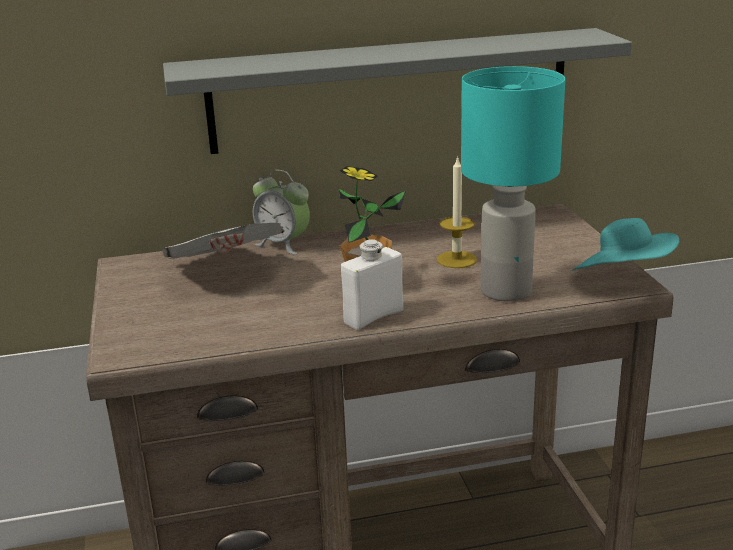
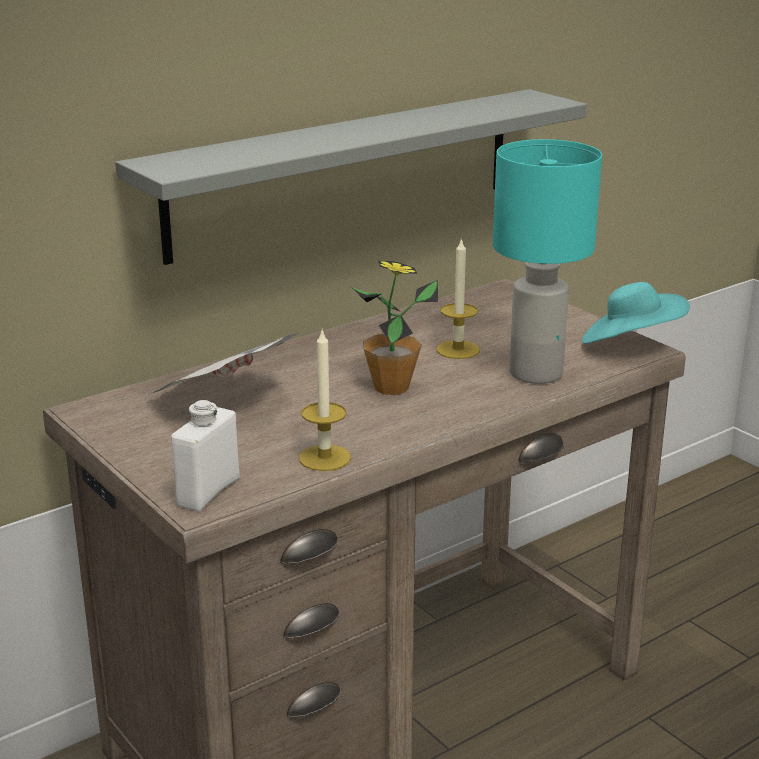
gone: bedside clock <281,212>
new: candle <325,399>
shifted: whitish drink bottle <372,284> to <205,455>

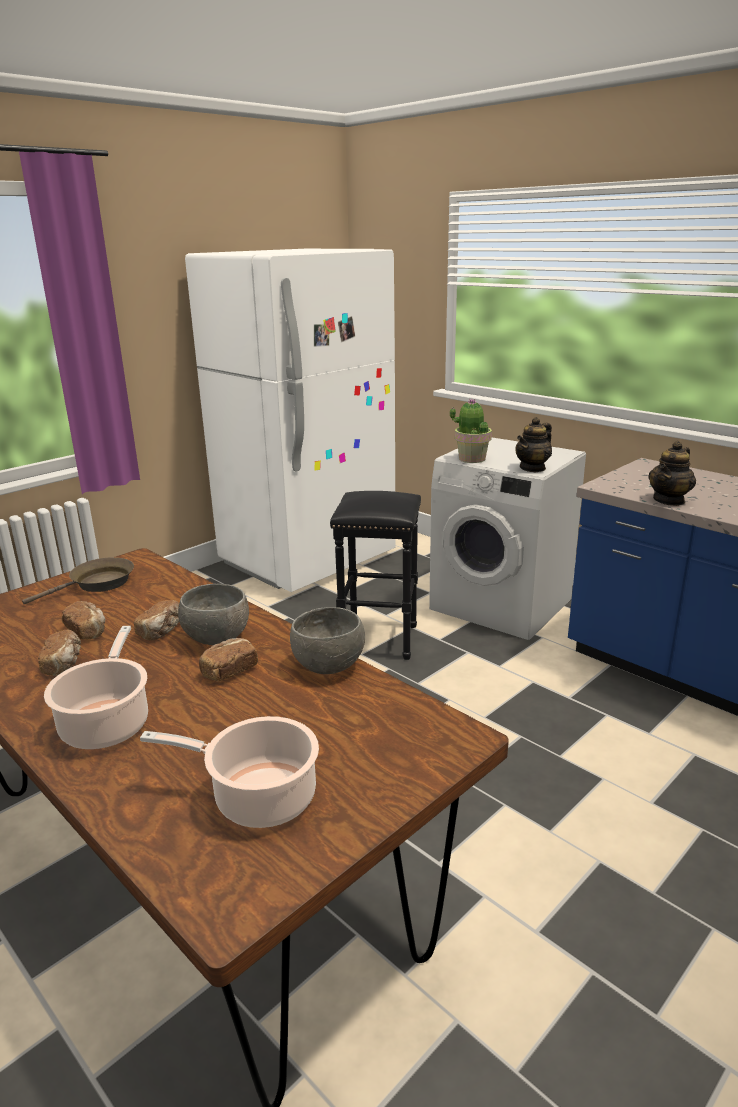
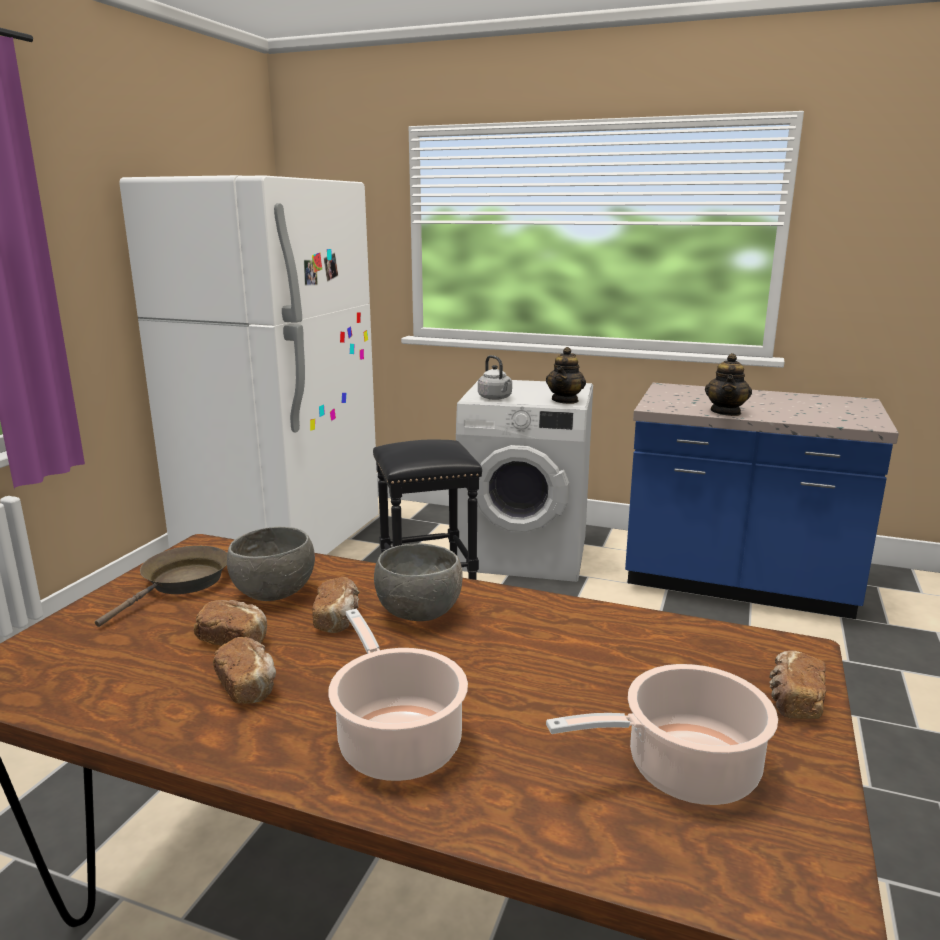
shifted: bakery bread <228,659> to <797,685>; gray bowl <327,640> to <271,564>
swapped: potted plant <471,430> to gray water kettle <495,377>

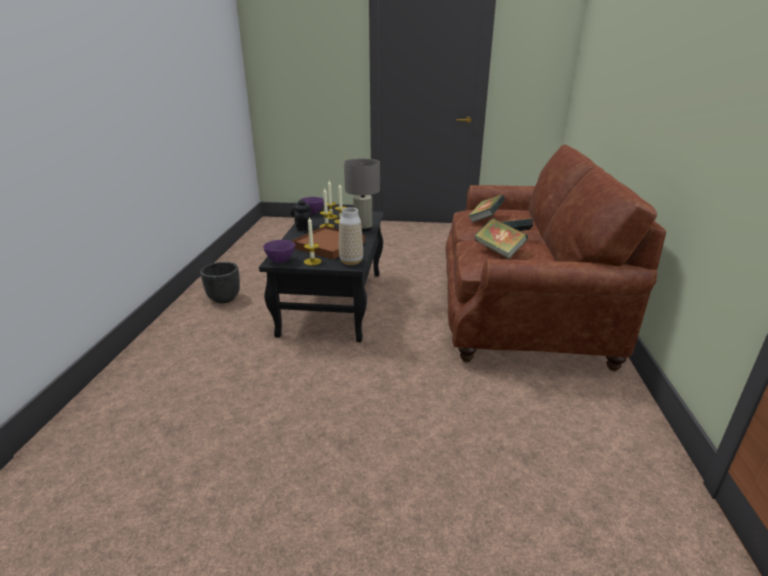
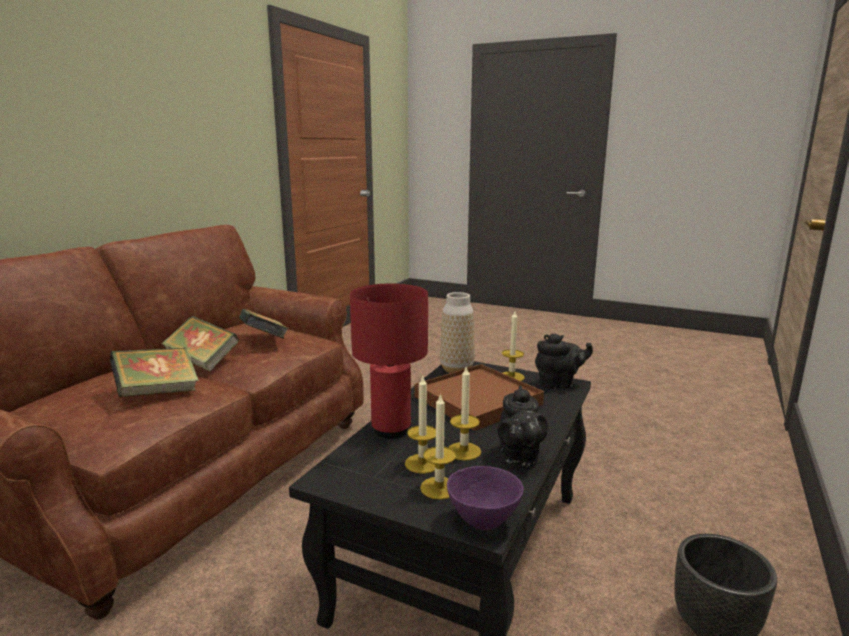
swapped: purplish bowl <279,251> to black-coloured tea pot <564,361>
repainted: gray lamp for a table <362,195> to red-coloured lamp for a table <389,361>

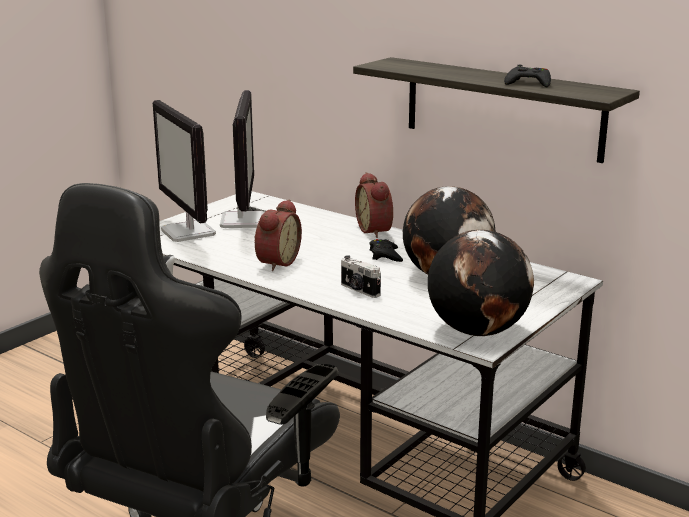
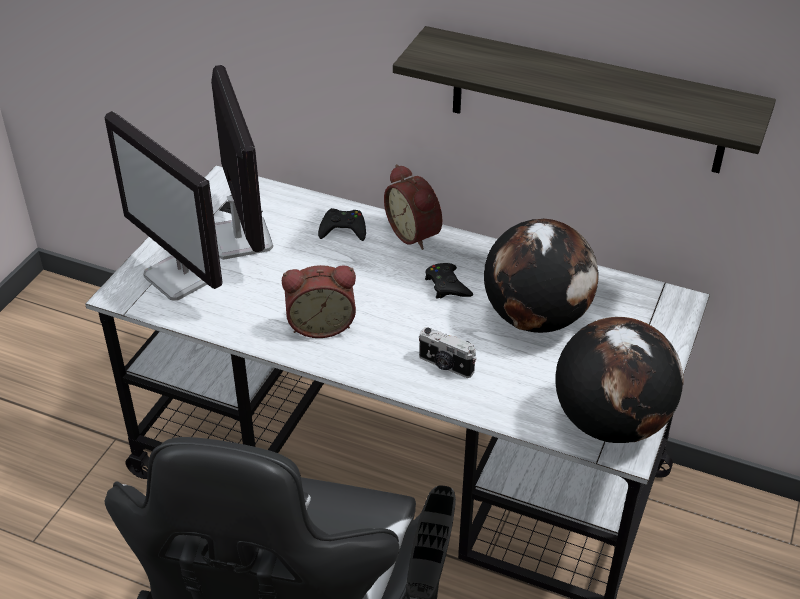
shifted: black-coloured game controller <527,76> to <342,224>
rotated: bedside clock <278,235> = <319,301> 75 degrees clockwise

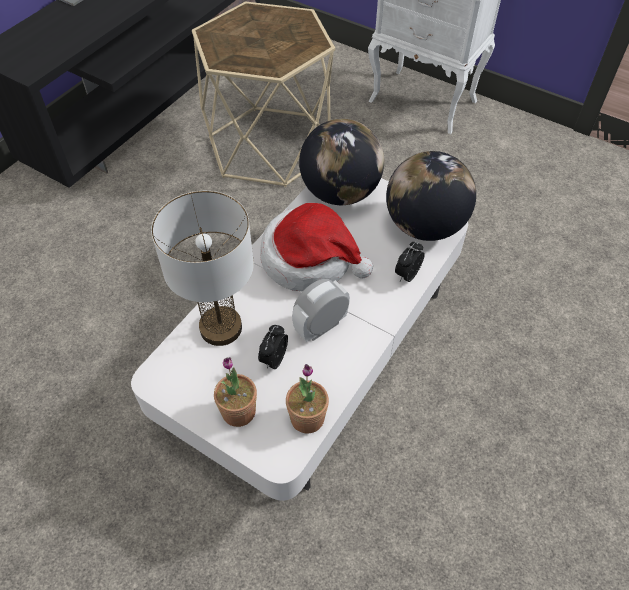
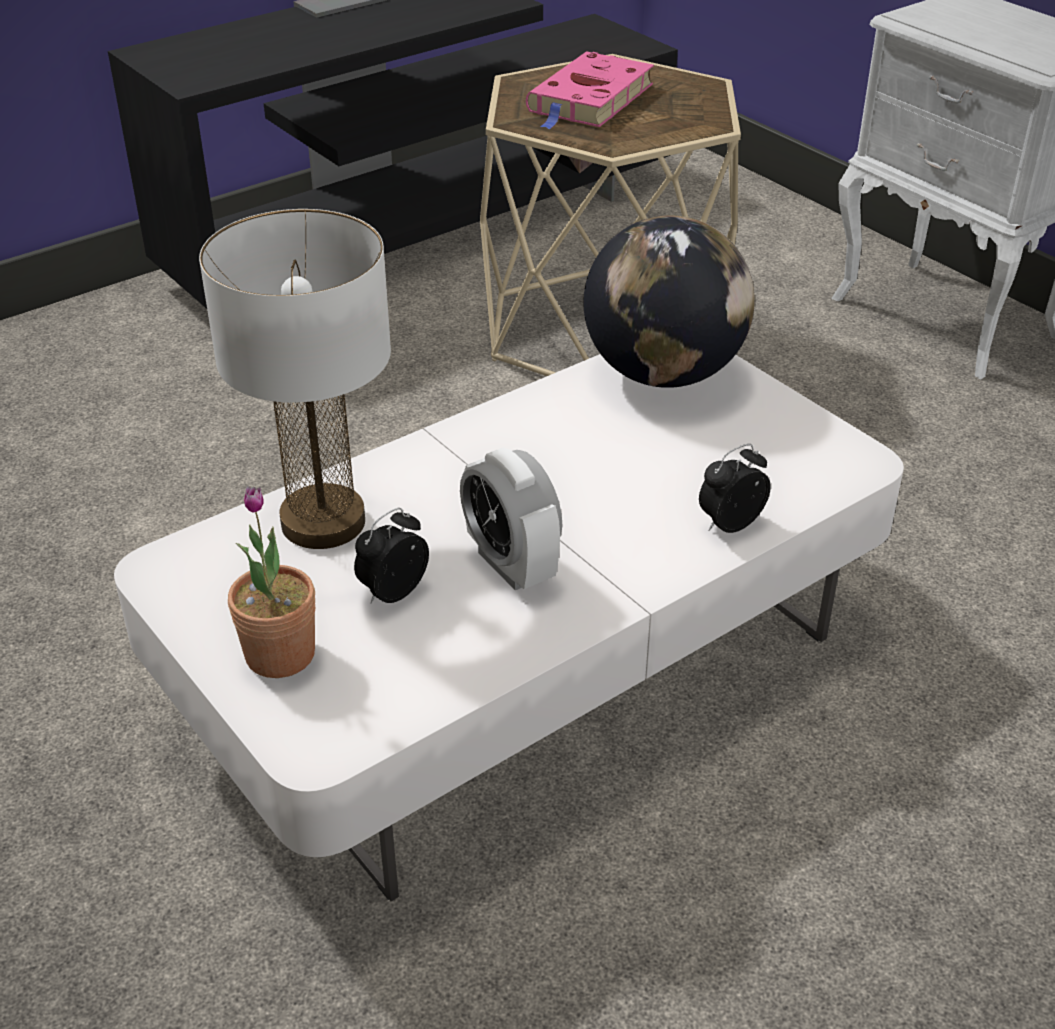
gone: hat <316,247>; potted plant <307,399>; globe <431,196>
new: pink bound book <590,90>
rotated: bedside clock <321,310> = <511,519> 105 degrees counterclockwise

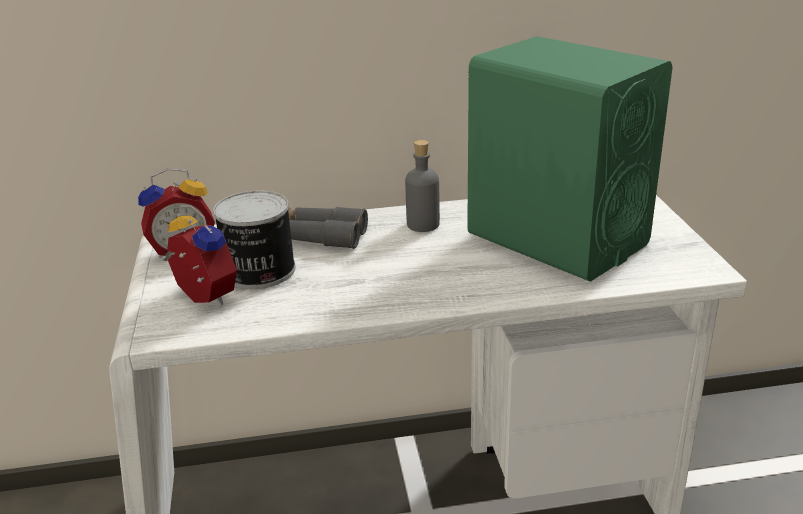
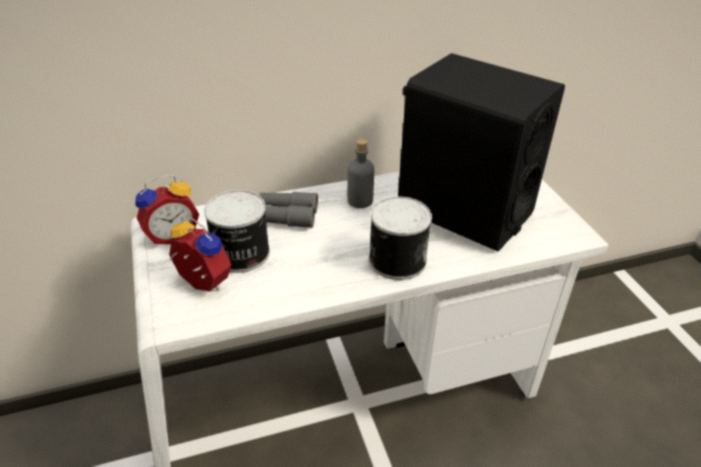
new: metal can <400,238>
repainted: green loudspeaker <570,158> to black-coloured loudspeaker <481,152>

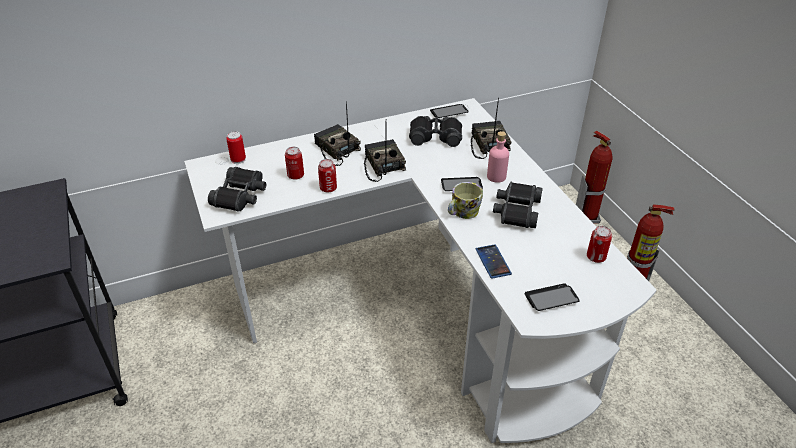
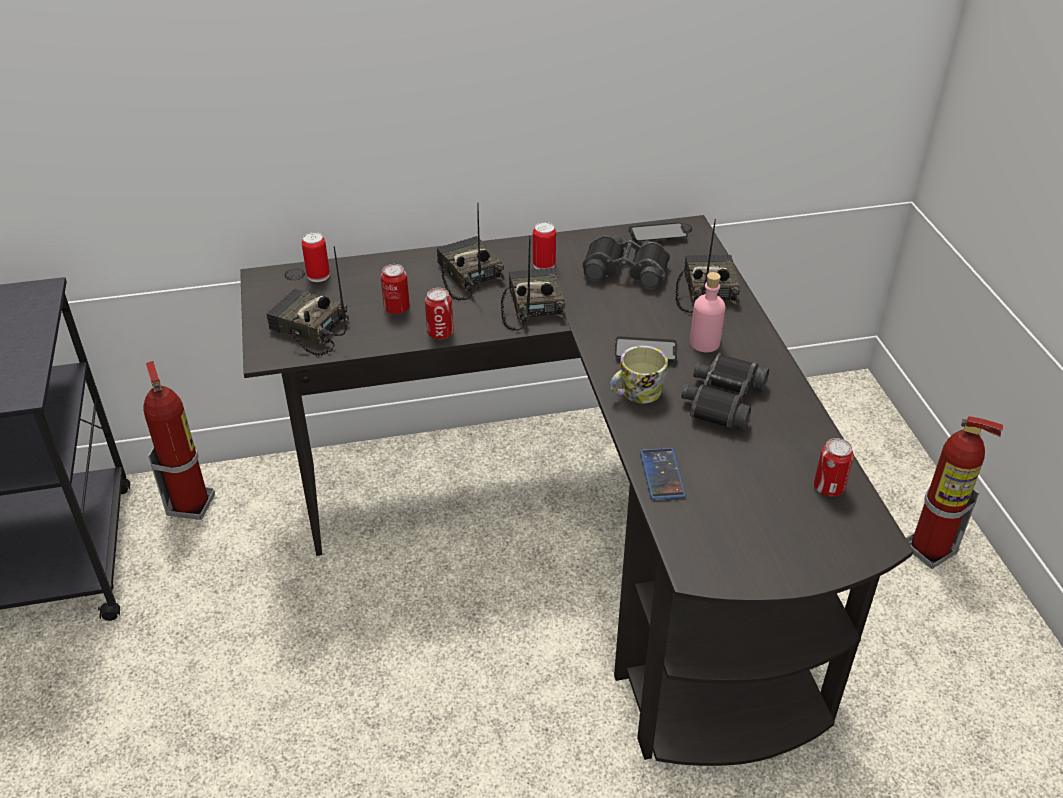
gone: phone <552,297>
new: metal can <544,245>
shifted: fire-fighting cylinder <594,177> to <179,440>
swapped: black-coloured field glasses <237,189> to radio <307,301>
repainted: whitish desk <420,270> to black-coloured desk <577,490>

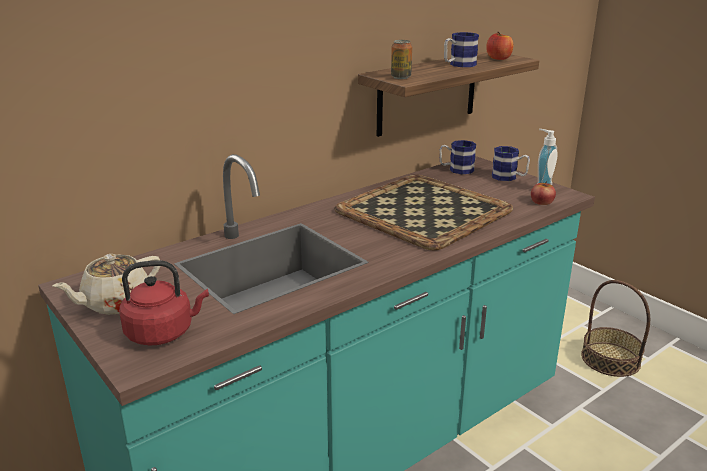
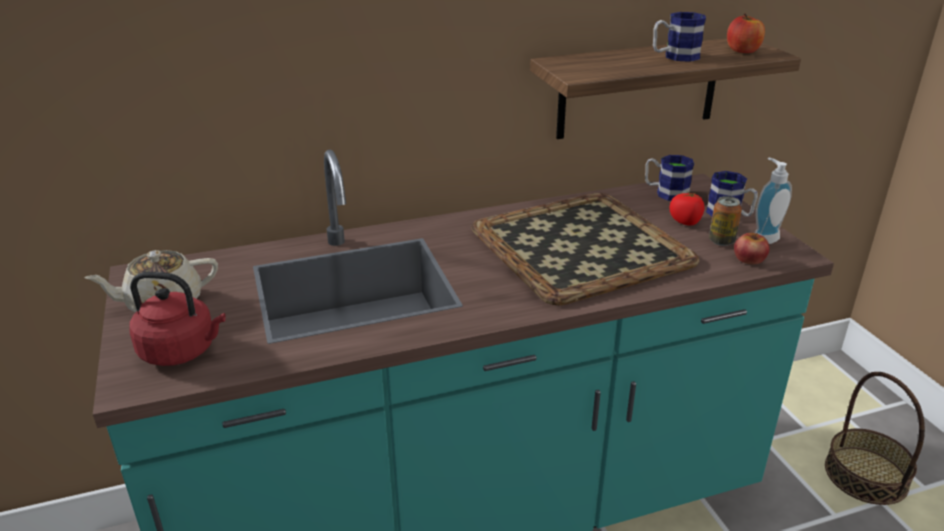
new: tomato <686,208>
shifted: metal can <401,59> to <725,221>

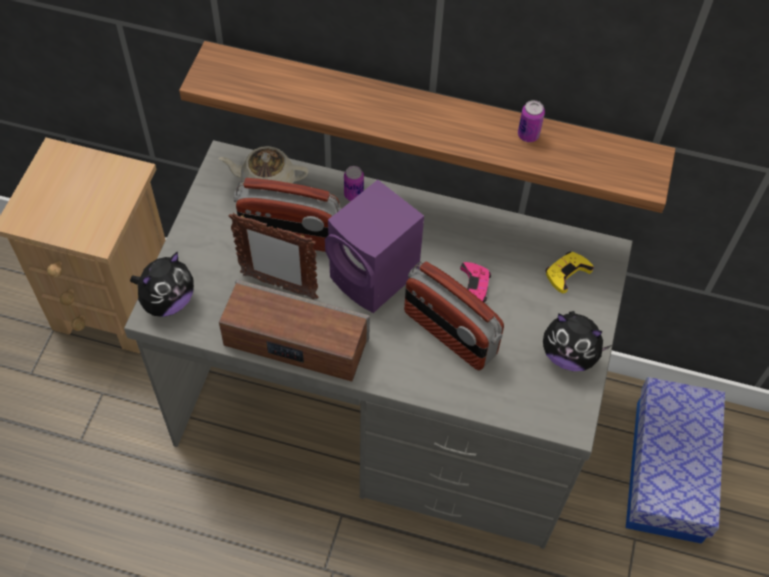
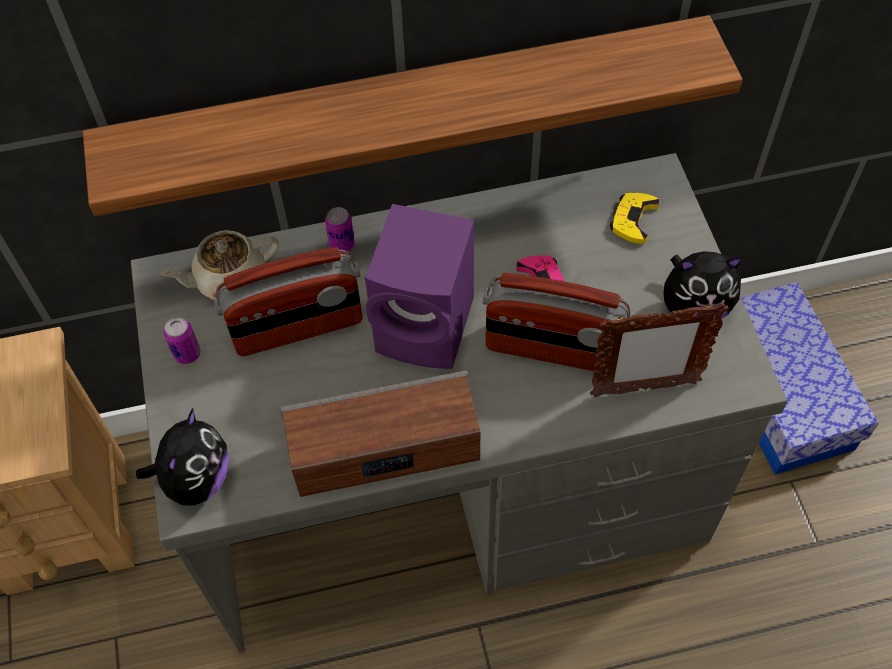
shifted: picture frame <273,256> to <659,350>; metal can <531,121> to <182,340>

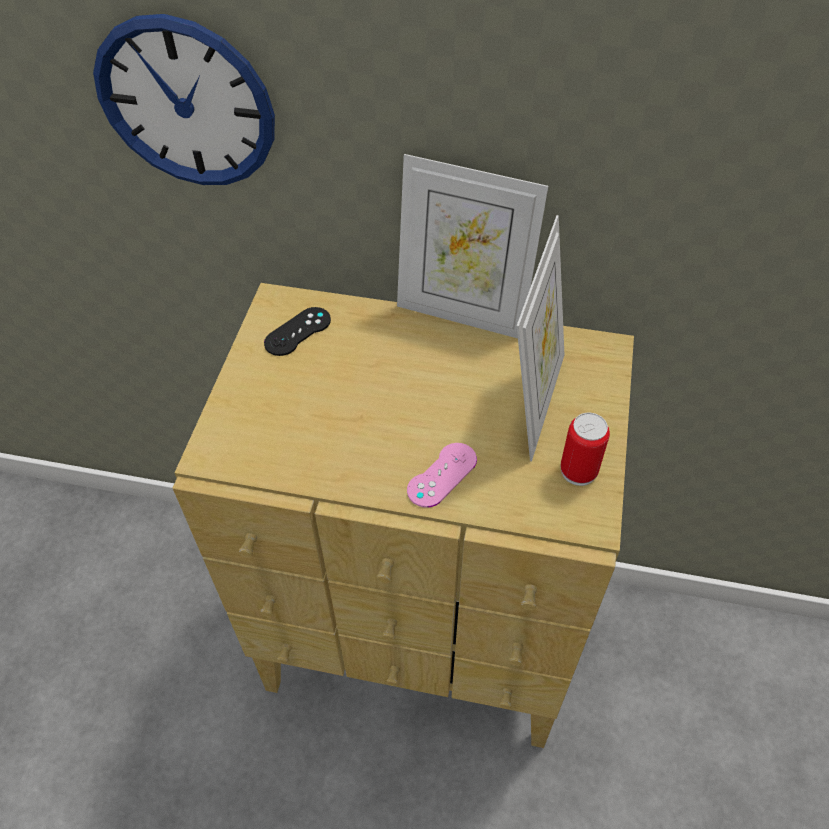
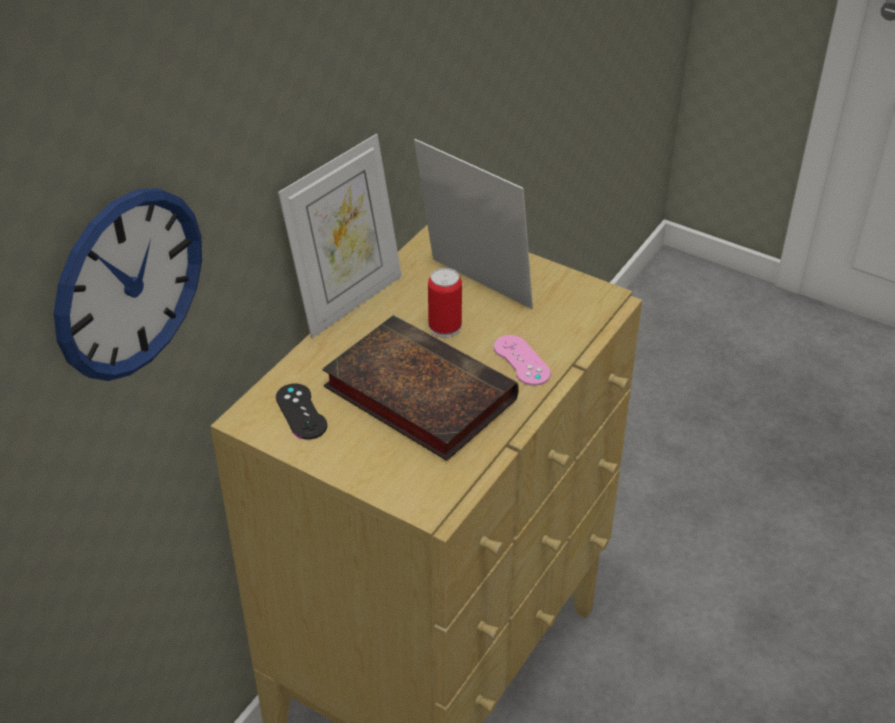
new: bound book <420,388>
shifted: metal can <585,449> to <445,303>

